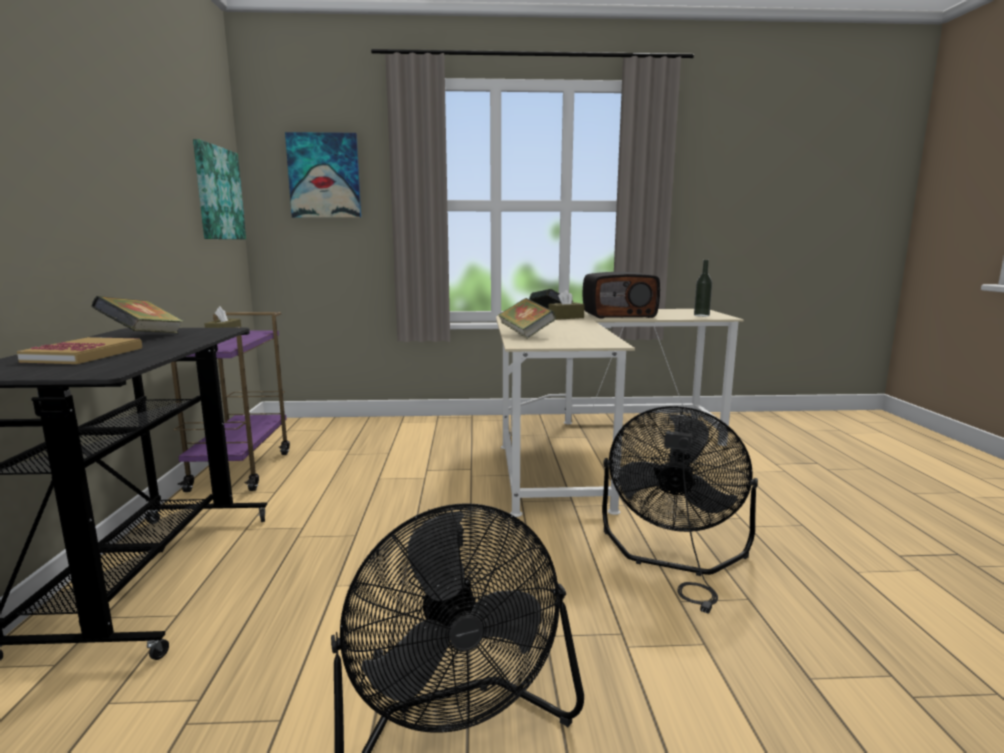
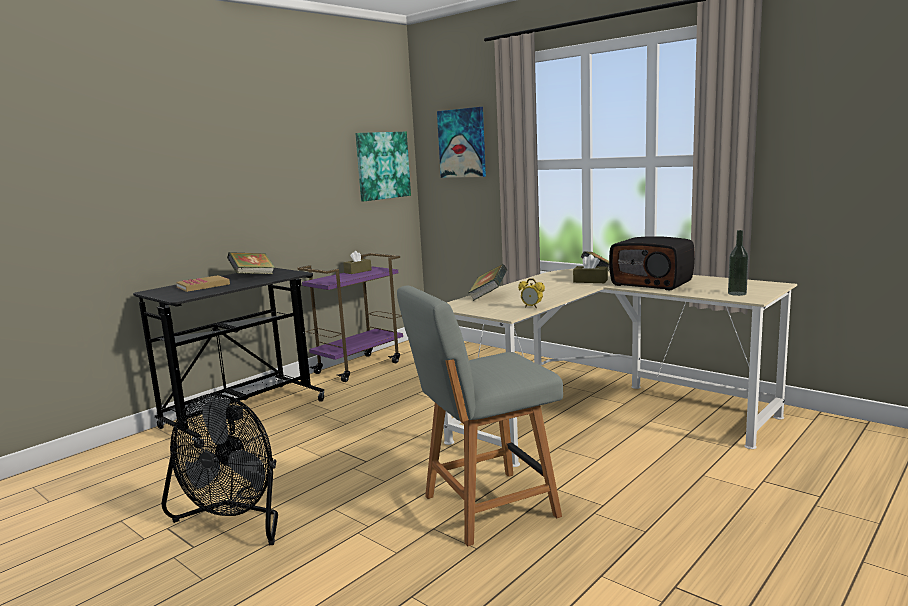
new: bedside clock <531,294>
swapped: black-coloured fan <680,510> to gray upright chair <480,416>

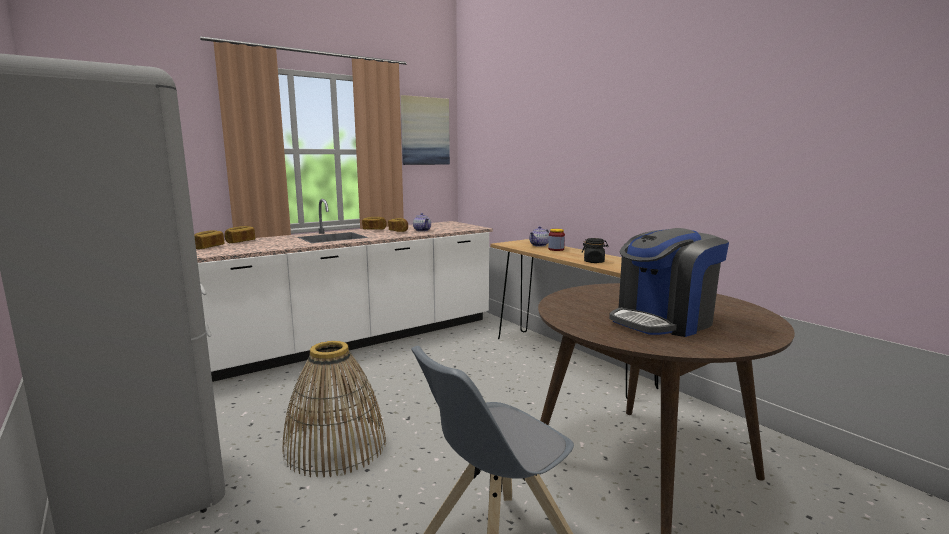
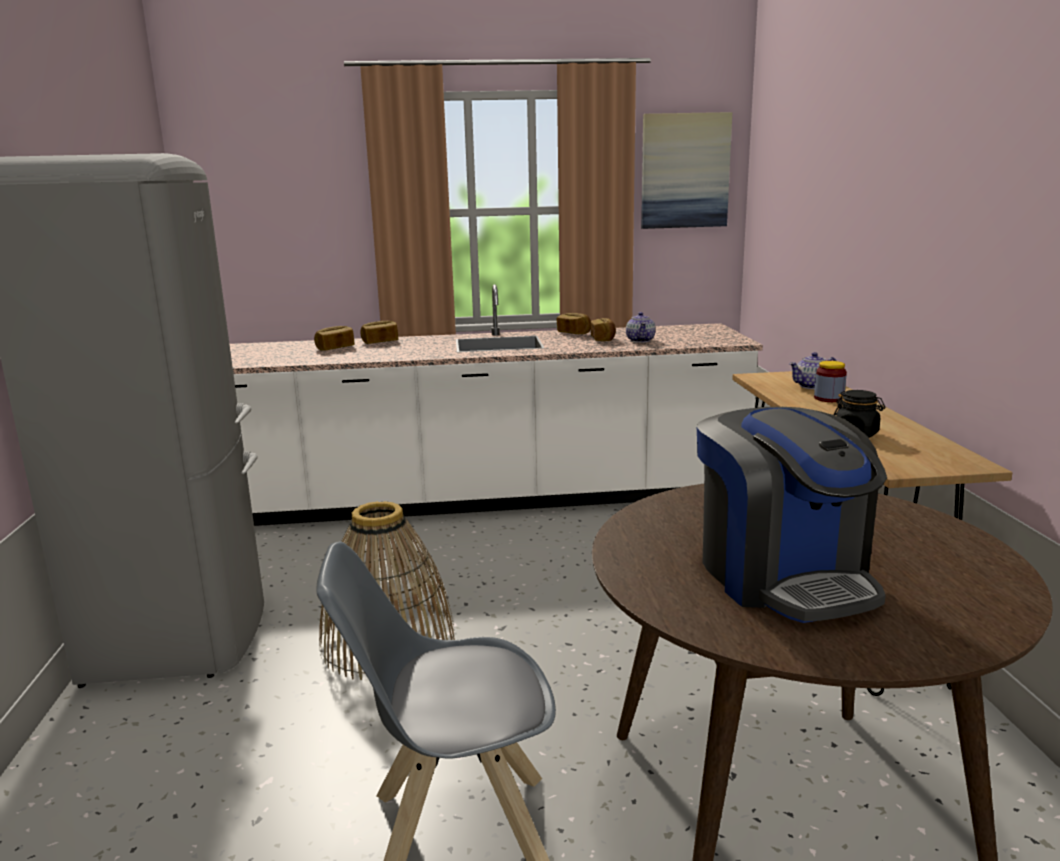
rotated: coffee brewer <669,282> = <792,515> 105 degrees counterclockwise

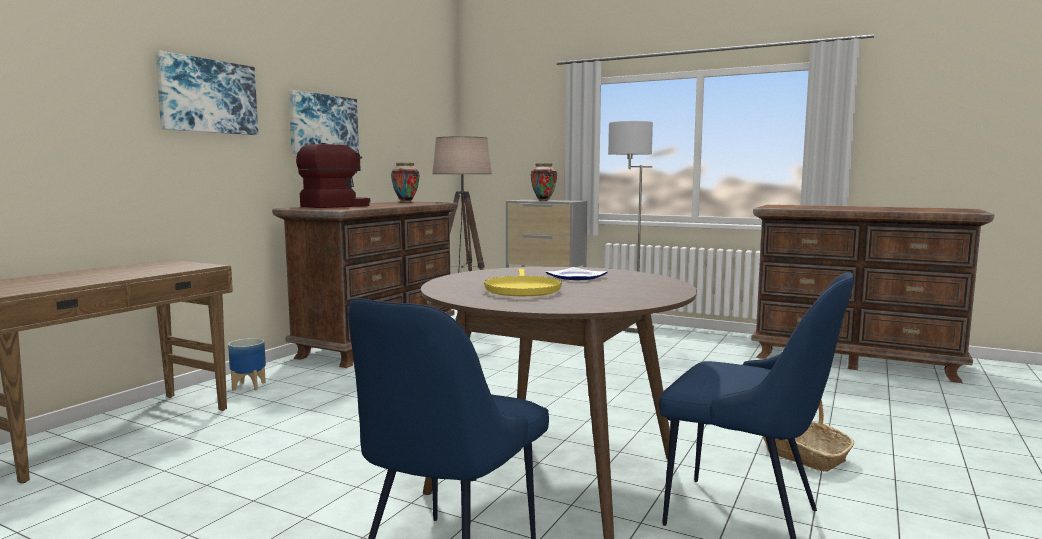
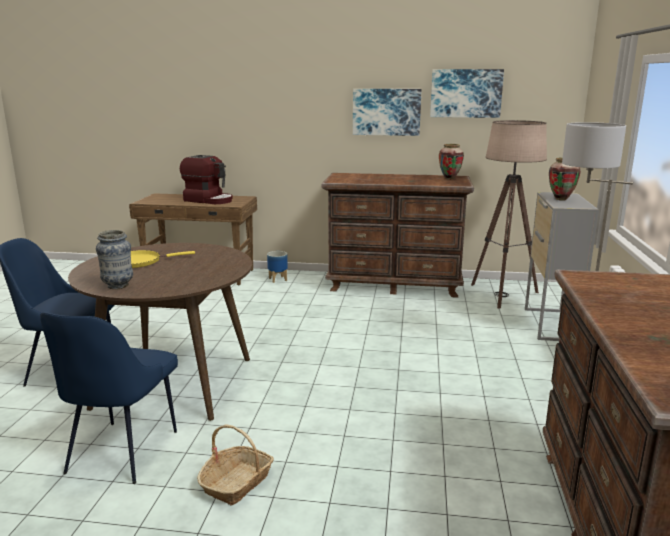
gone: flat dish <577,273>
new: vase <114,259>
shifted: picture <206,93> to <467,93>; coffee brewer <333,175> to <206,179>

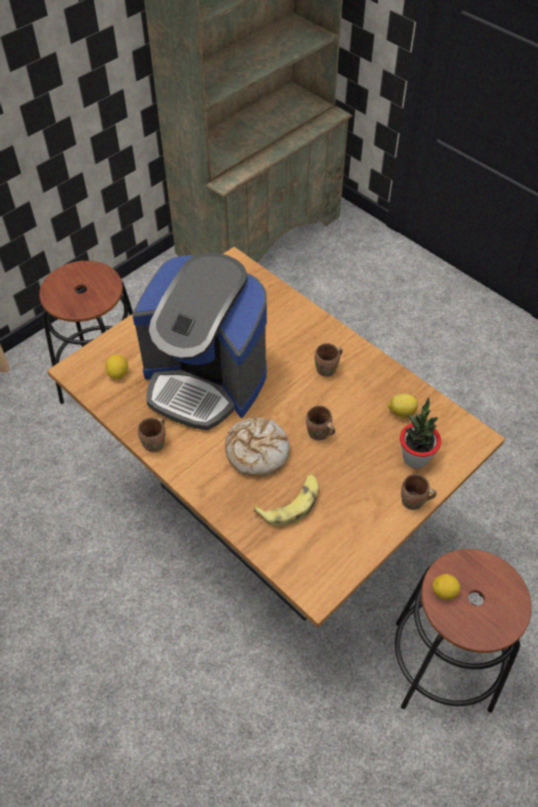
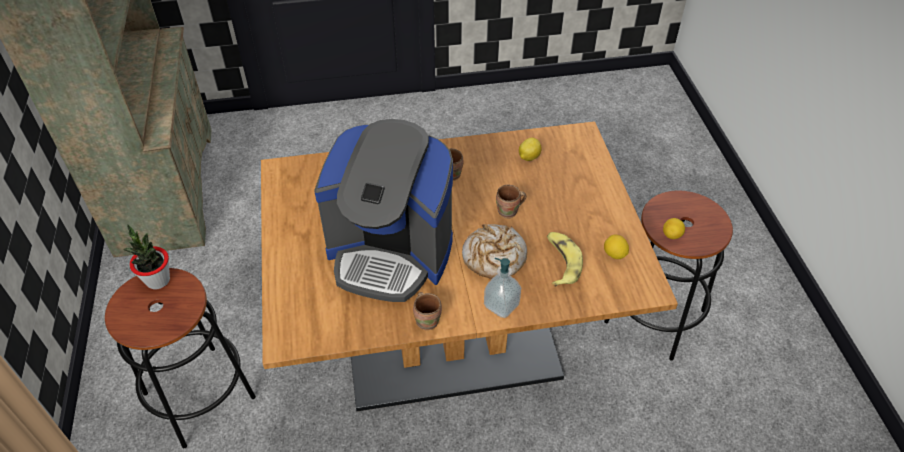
gone: brownish coffee mug <419,492>
new: soap bottle <502,288>
shifted: lemon <116,367> to <616,247>; potted plant <420,433> to <146,256>
rotated: coffee brewer <199,341> = <383,210> 45 degrees clockwise

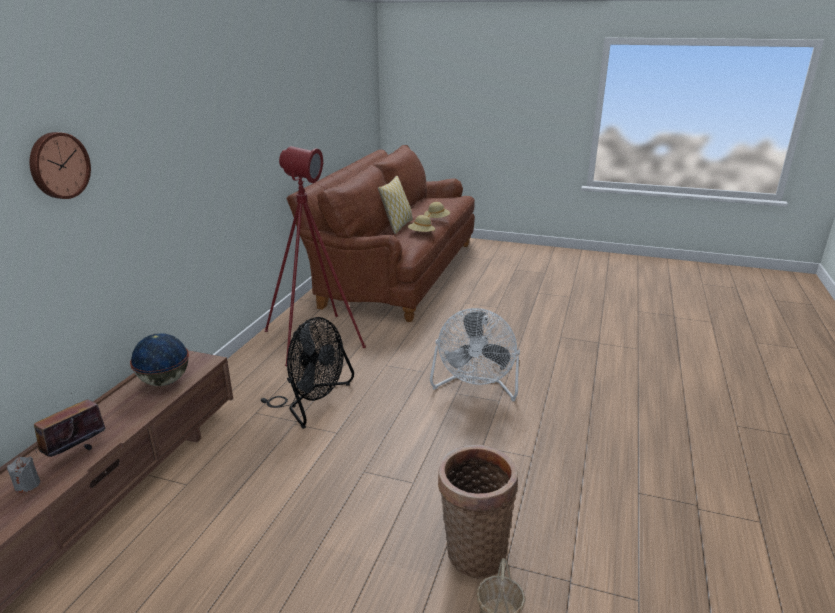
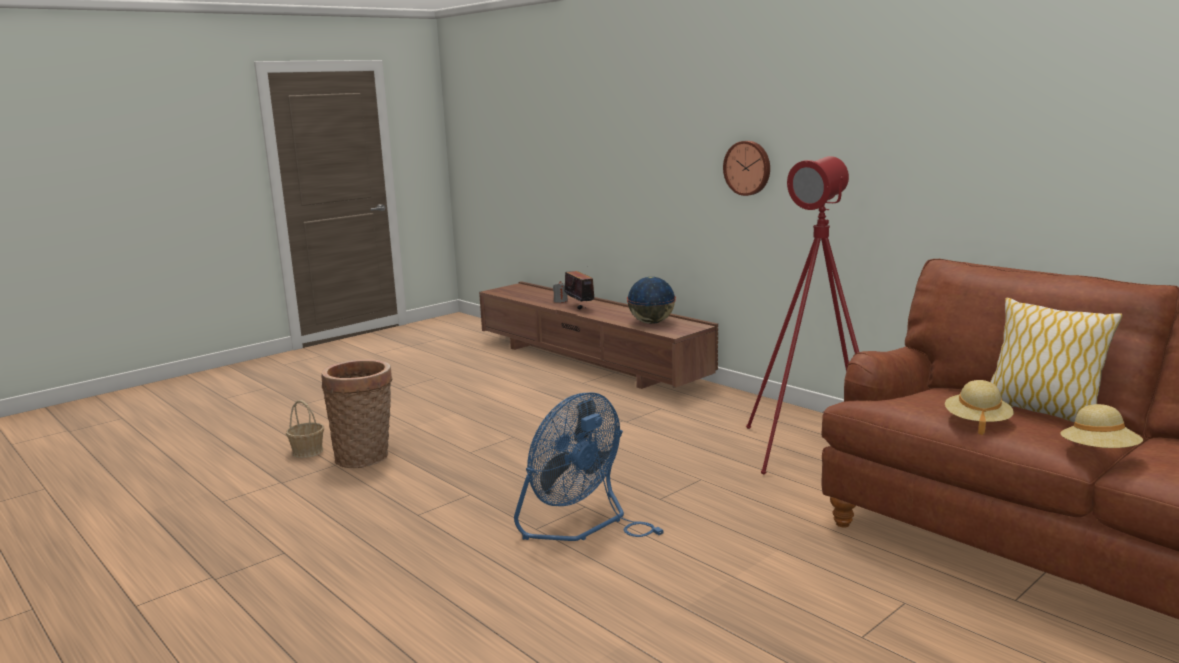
gone: black-coloured fan <307,373>
shifted: wall clock <60,165> to <746,168>
repainted: whitish fan <475,355> to blue-coloured fan <588,466>

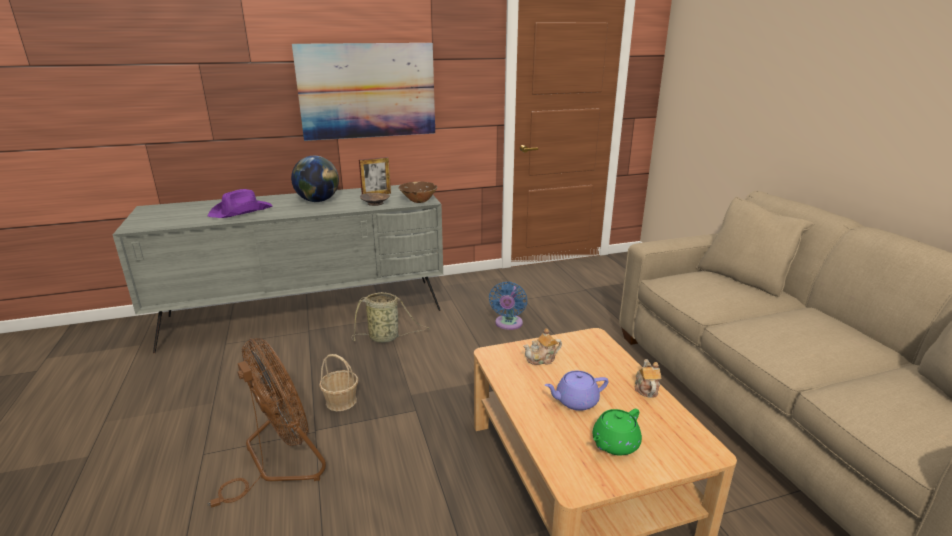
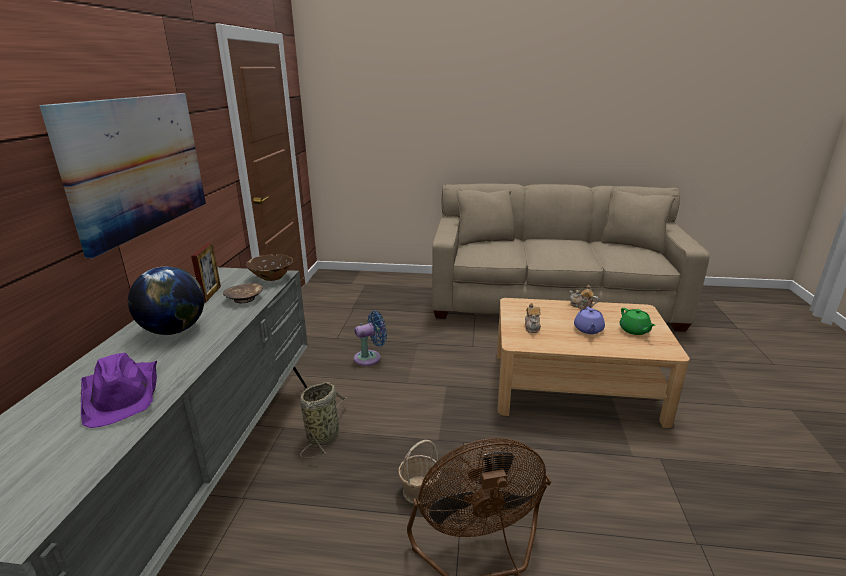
rotated: blue-coloured fan <508,305> = <370,338> 60 degrees counterclockwise

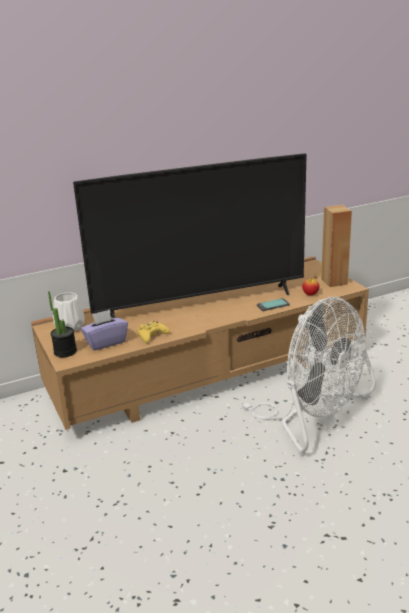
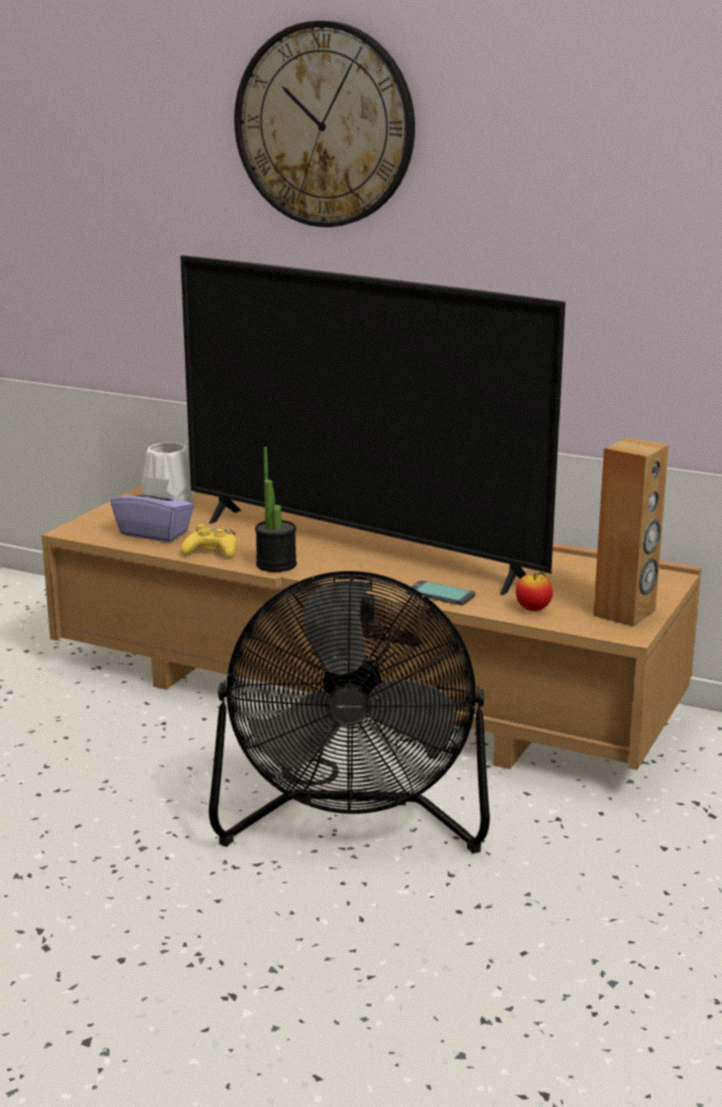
new: wall clock <324,124>
shifted: potted plant <62,324> to <276,509>
repainted: whitish fan <309,377> to black-coloured fan <349,712>

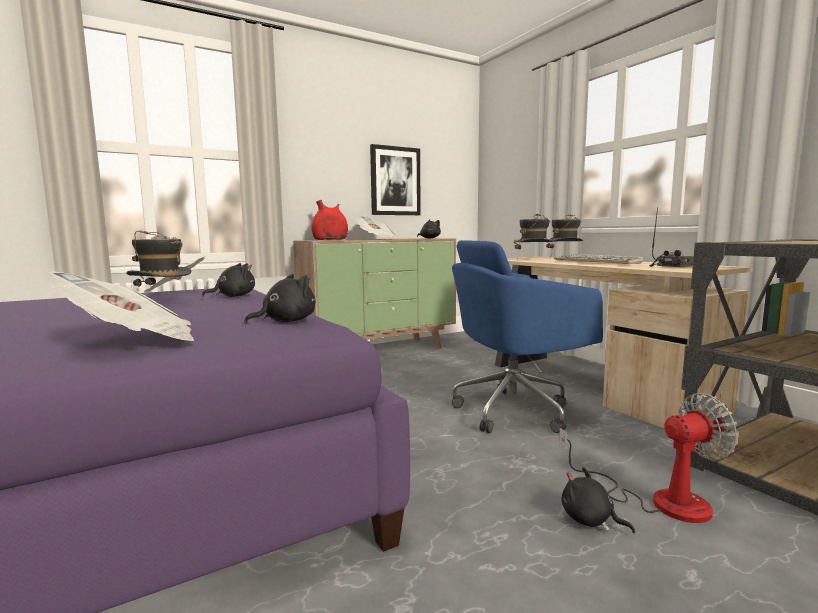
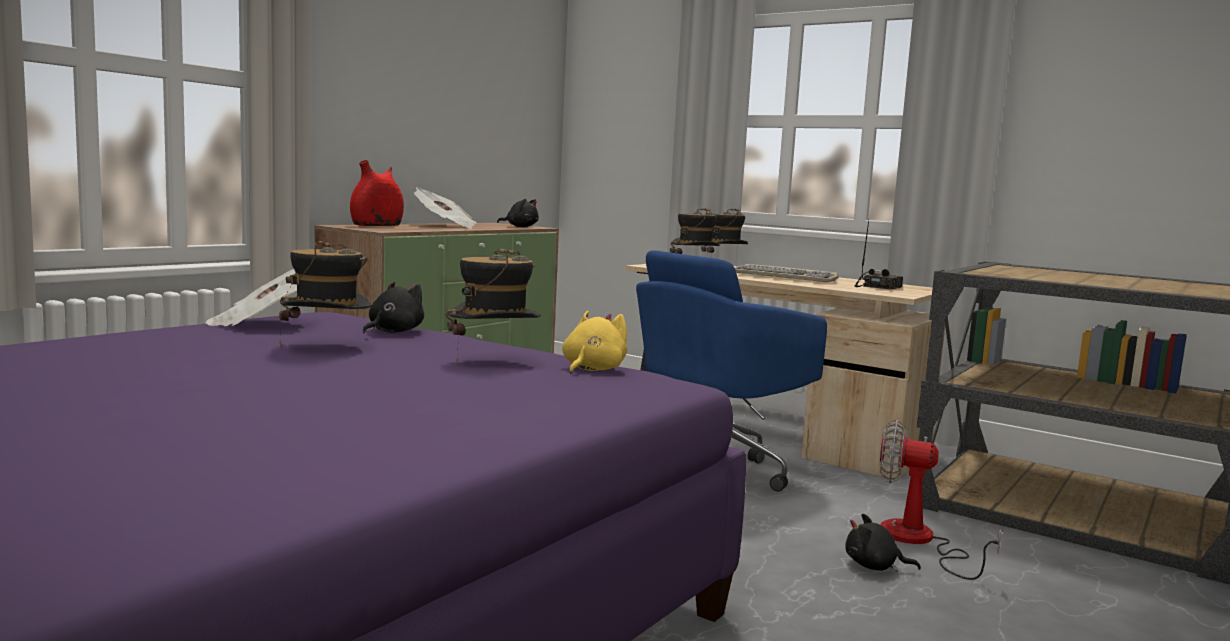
gone: daily paper <122,306>; picture <395,179>
new: hat <493,307>
repainted: black-coloured soft toy <280,298> to yellow-coloured soft toy <594,342>
rotated: fan <649,458> = <940,500> 120 degrees counterclockwise

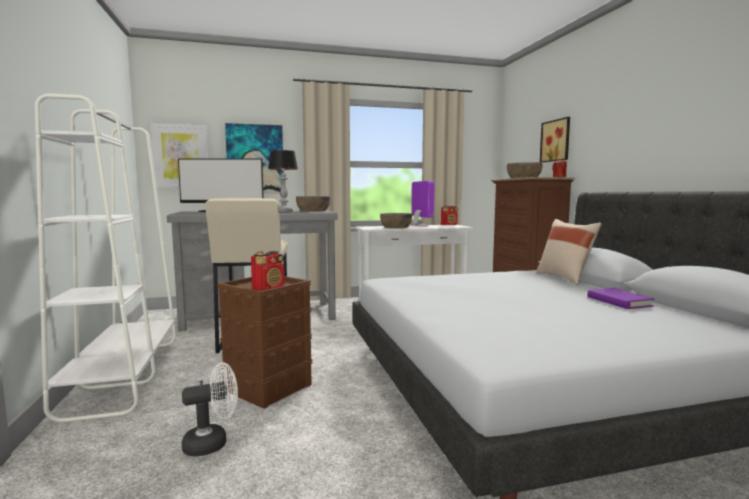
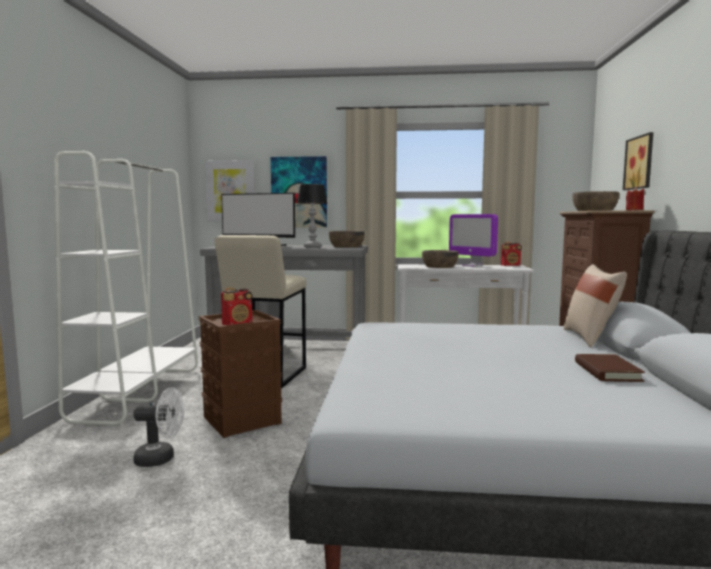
repainted: purplish bound book <621,298> to brownish bound book <610,368>
rotated: computer screen <422,204> = <473,240> 135 degrees clockwise

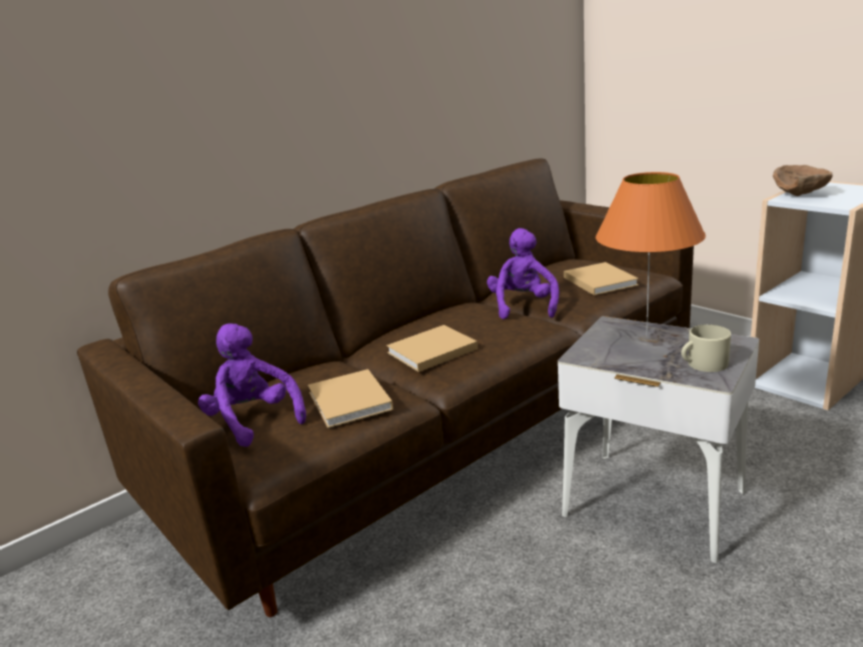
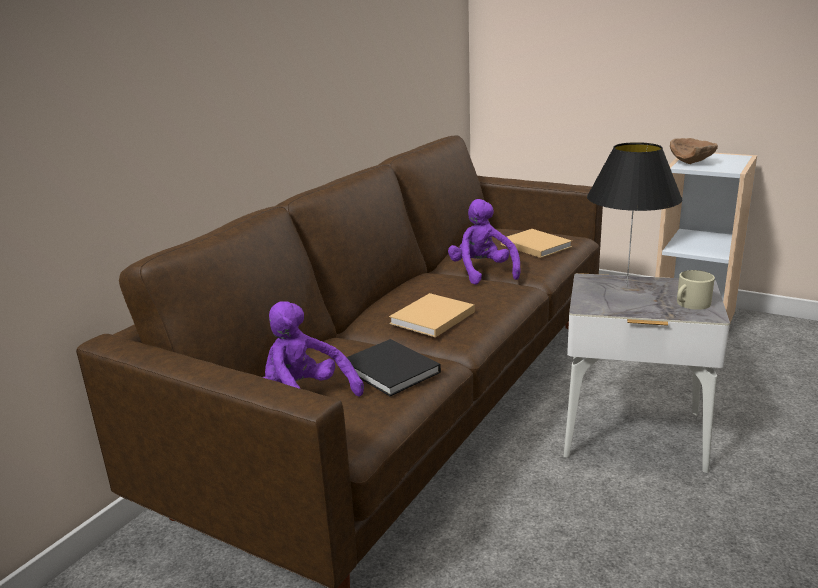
repainted: sand-coloured bound book <350,398> to black-coloured bound book <394,367>; orange-coloured lamp for a table <651,254> to black-coloured lamp for a table <634,214>

